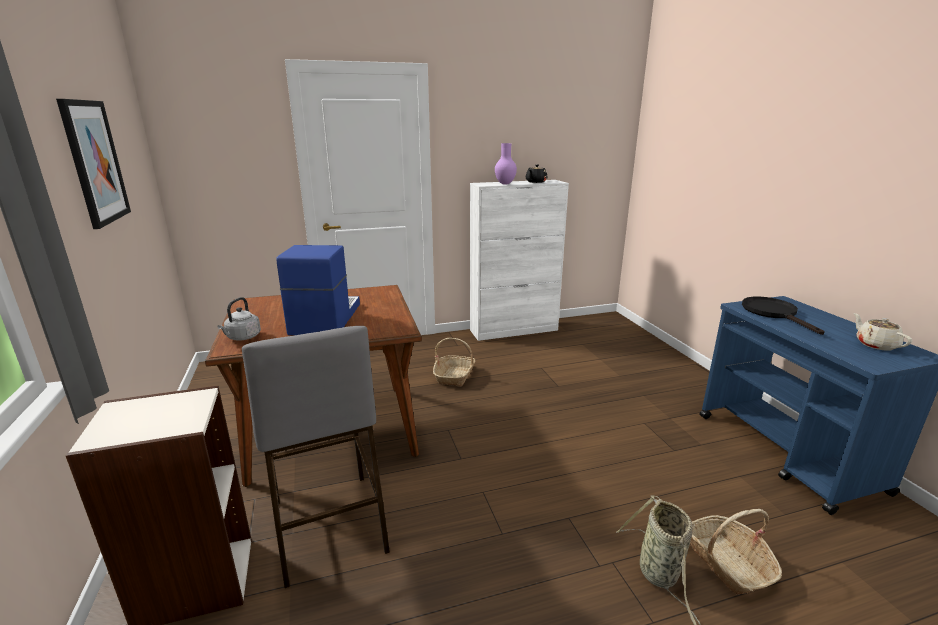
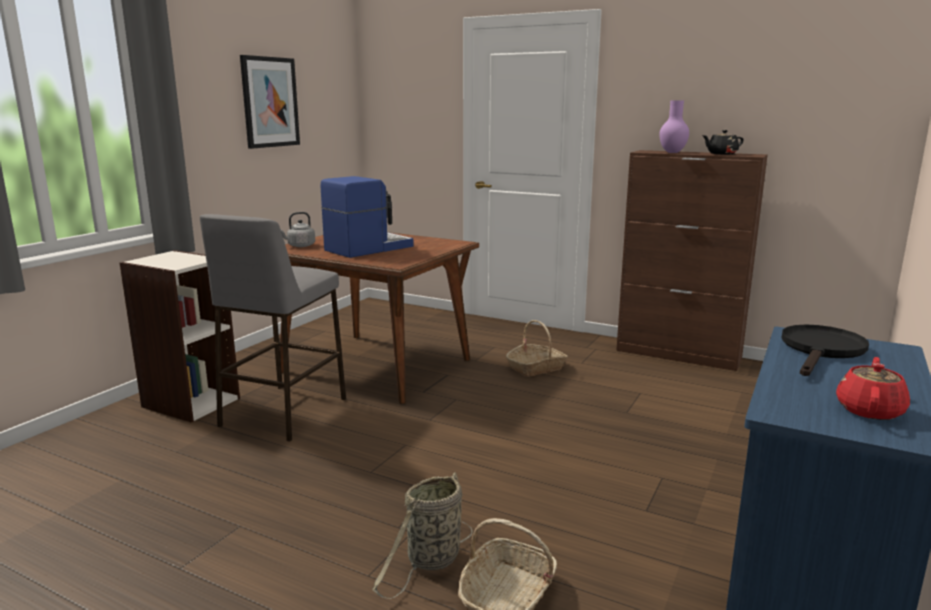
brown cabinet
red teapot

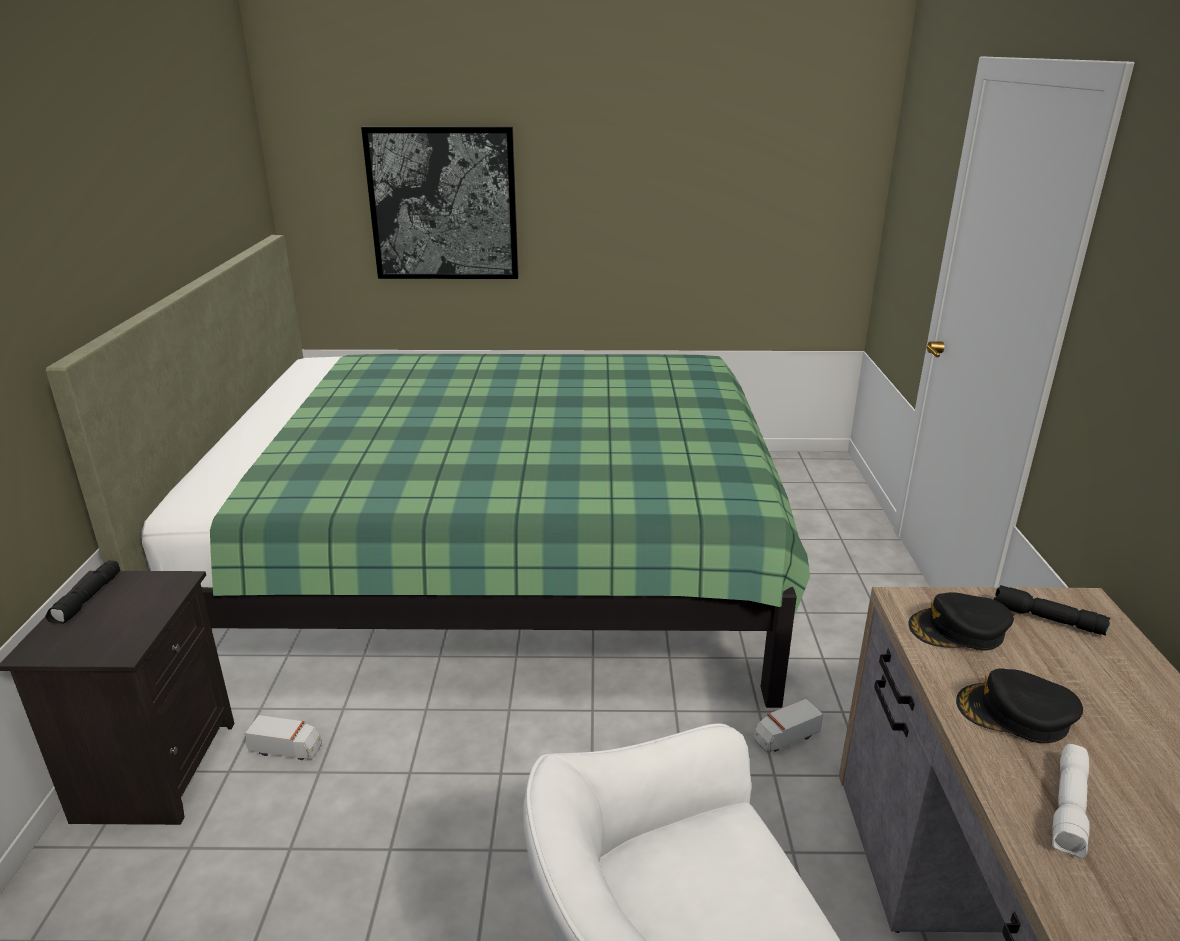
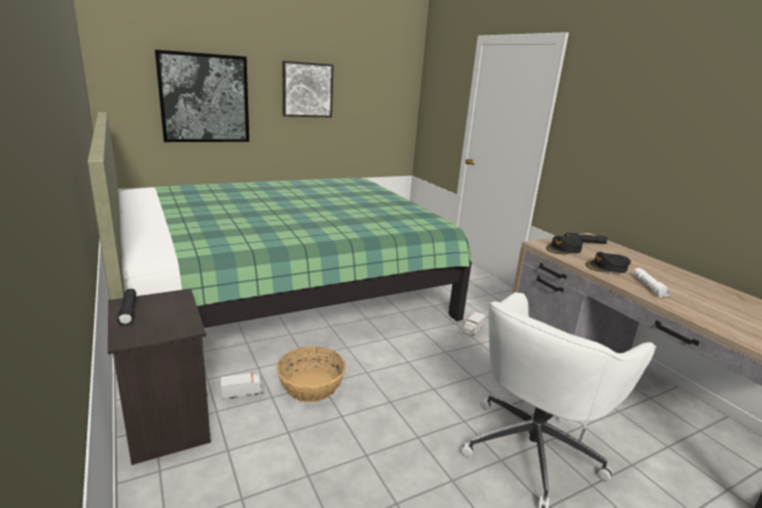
basket
picture (2nd from left)

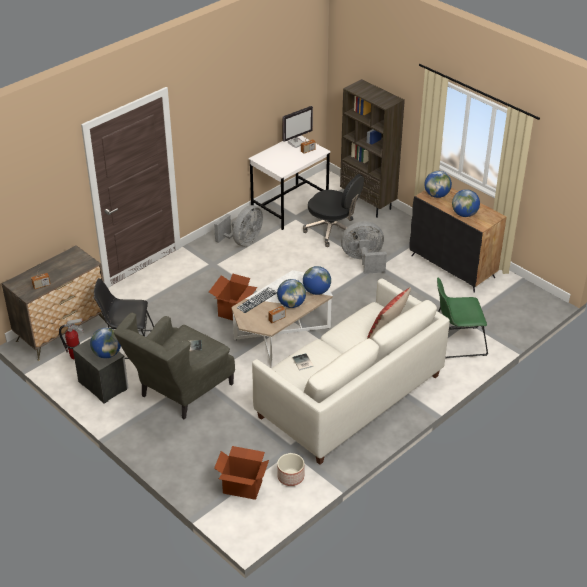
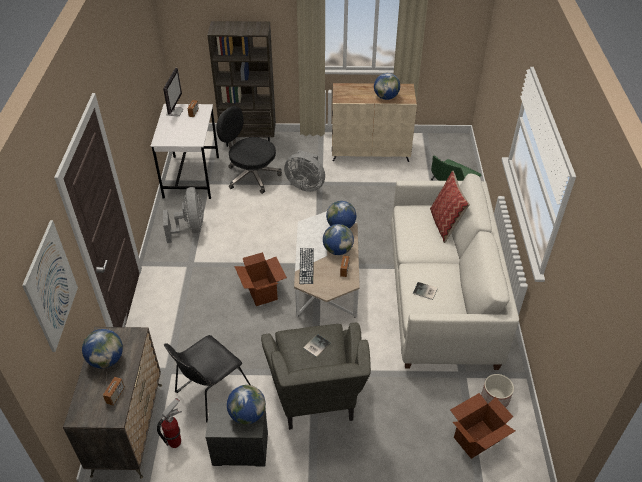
black office chair
grey fan (2nd from left)
beige cabinet
globe (1st from left)
picture

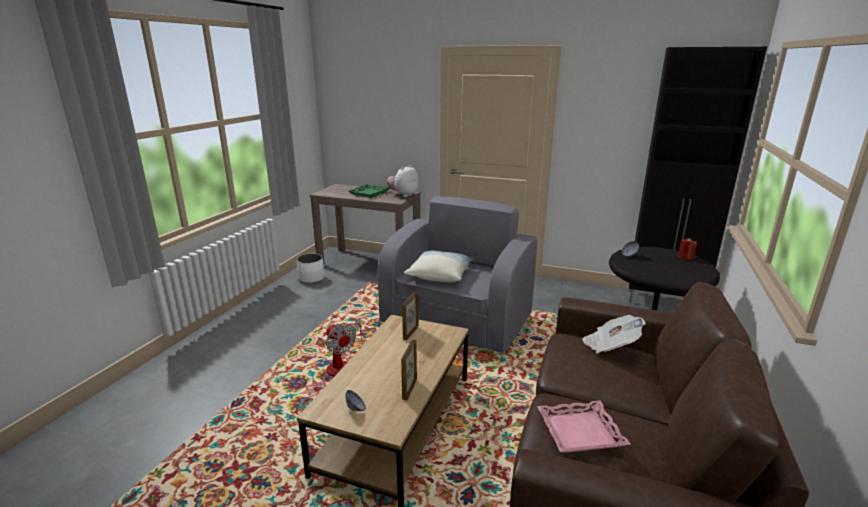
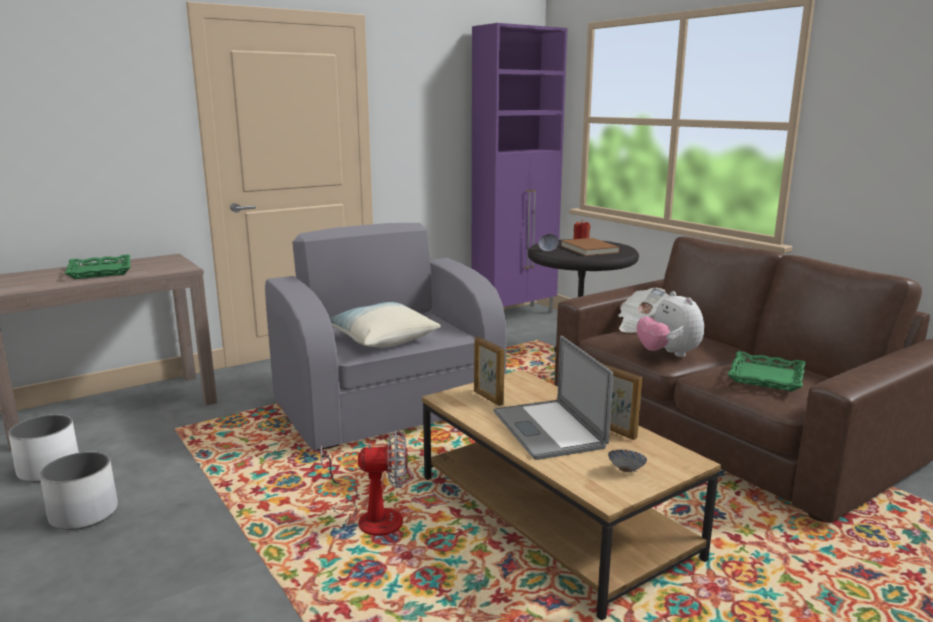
plush toy
green tray (2nd from left)
purple cabinet
white planter (2nd from left)
laptop
brown book

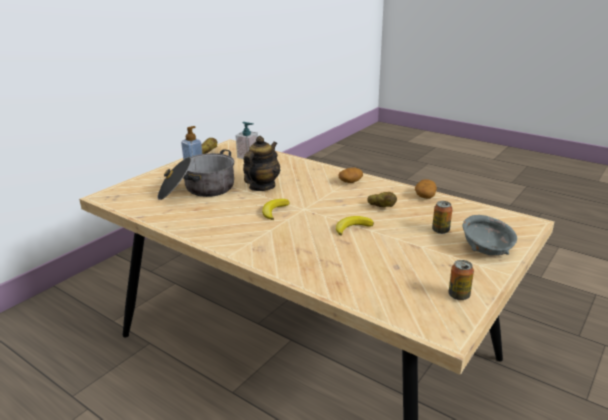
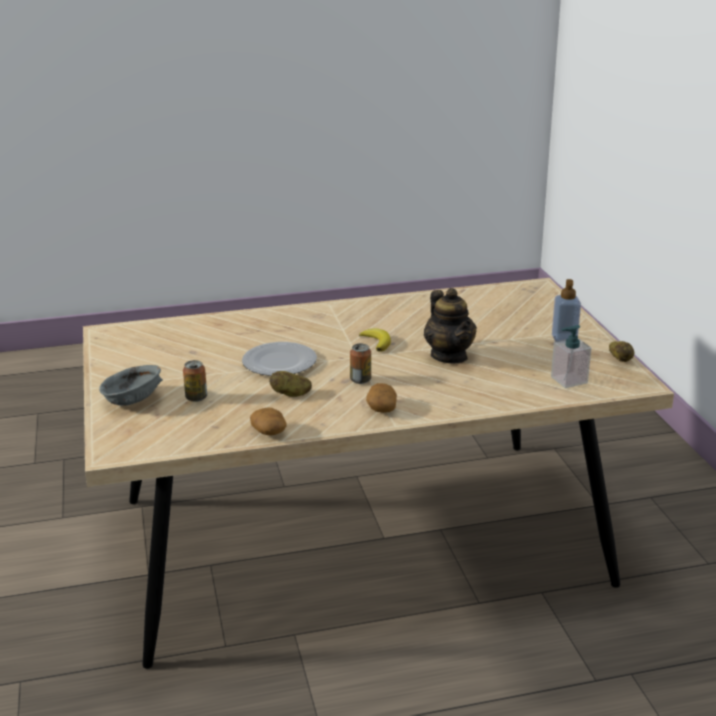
cooking pot
plate
can (2nd from left)

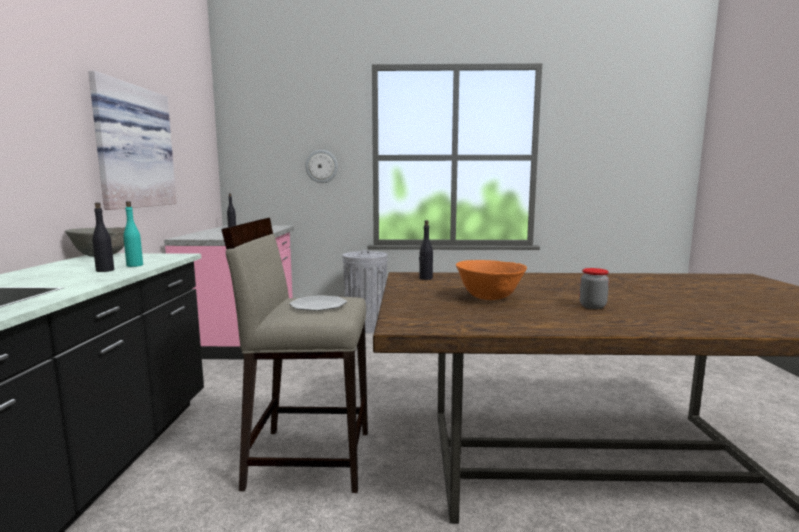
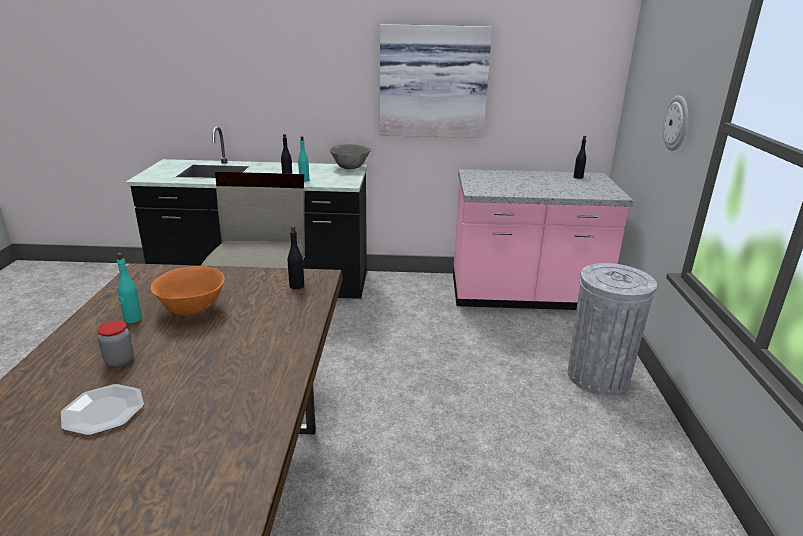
plate
turquoise bottle (1st from left)

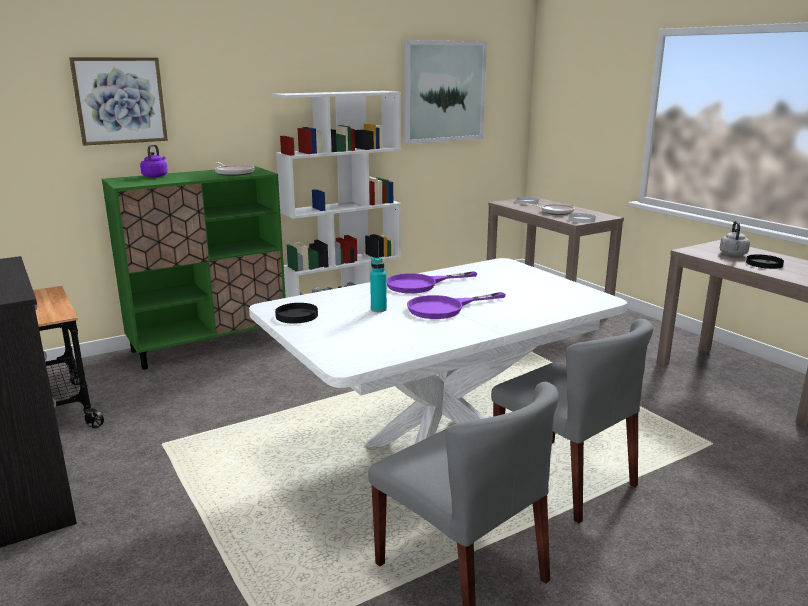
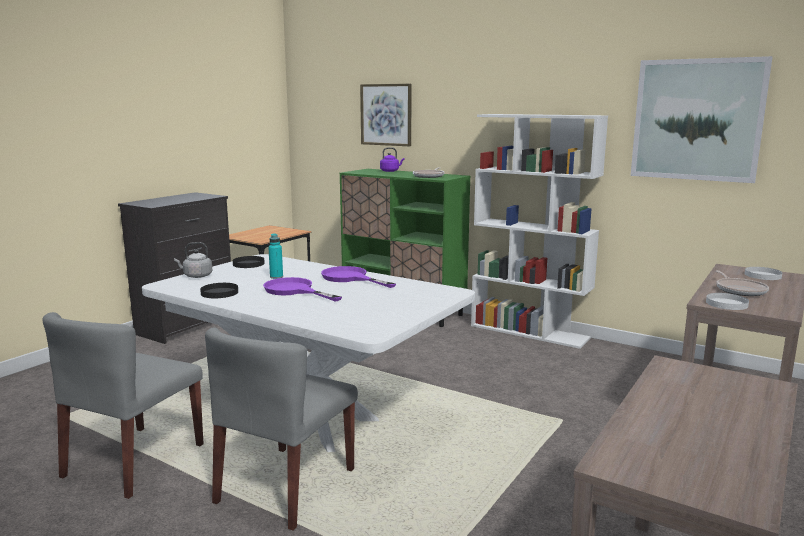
grey kettle
black plate (1st from left)

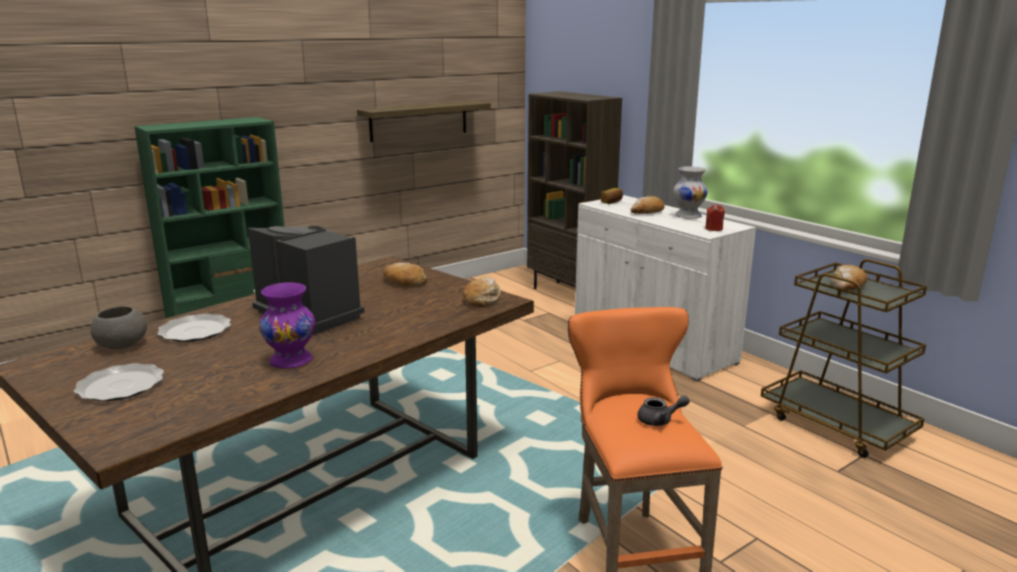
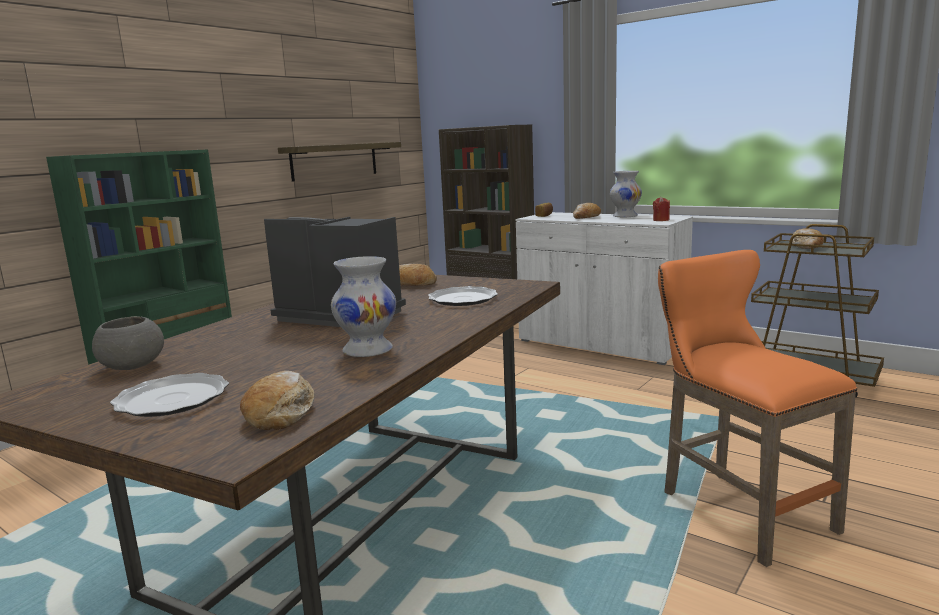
plate (2nd from left)
white vase (1st from left)
bread (1st from left)
grey teapot

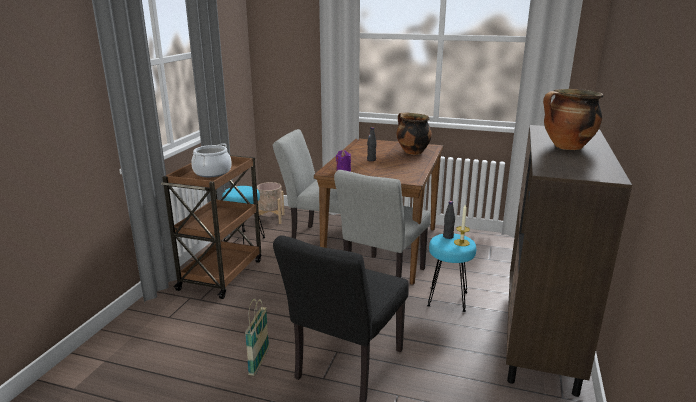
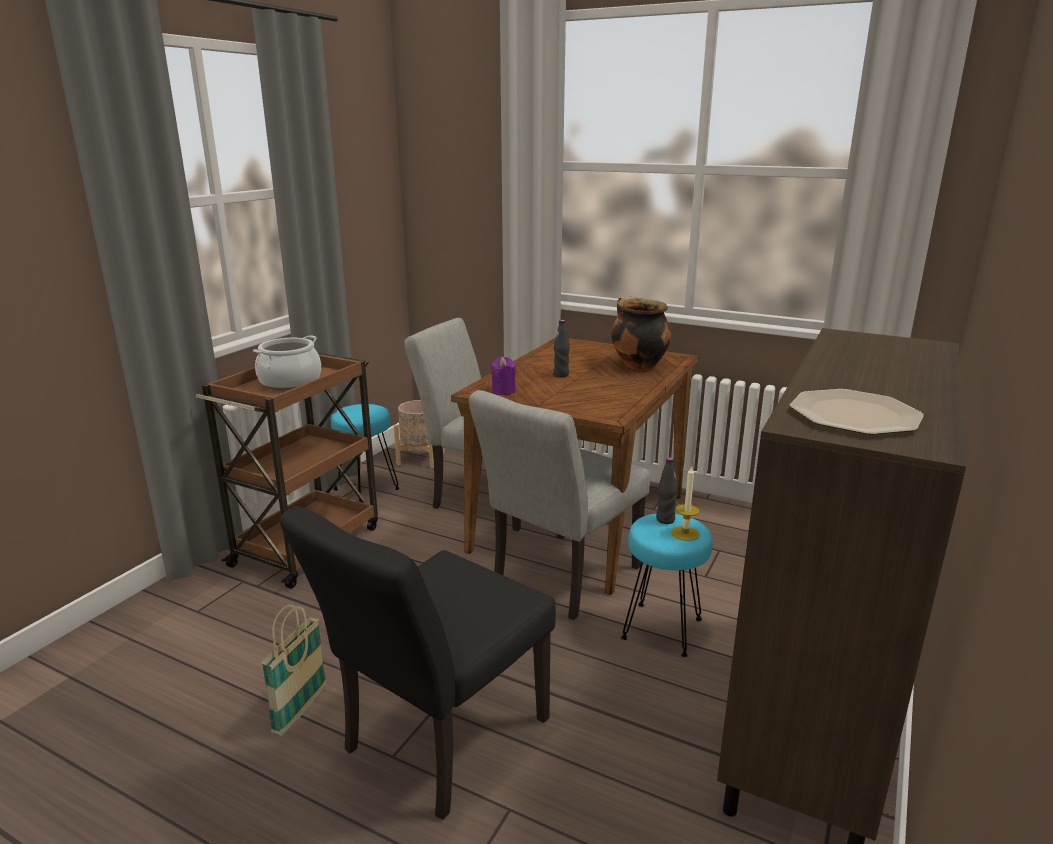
cooking pot (3rd from left in the first image)
plate

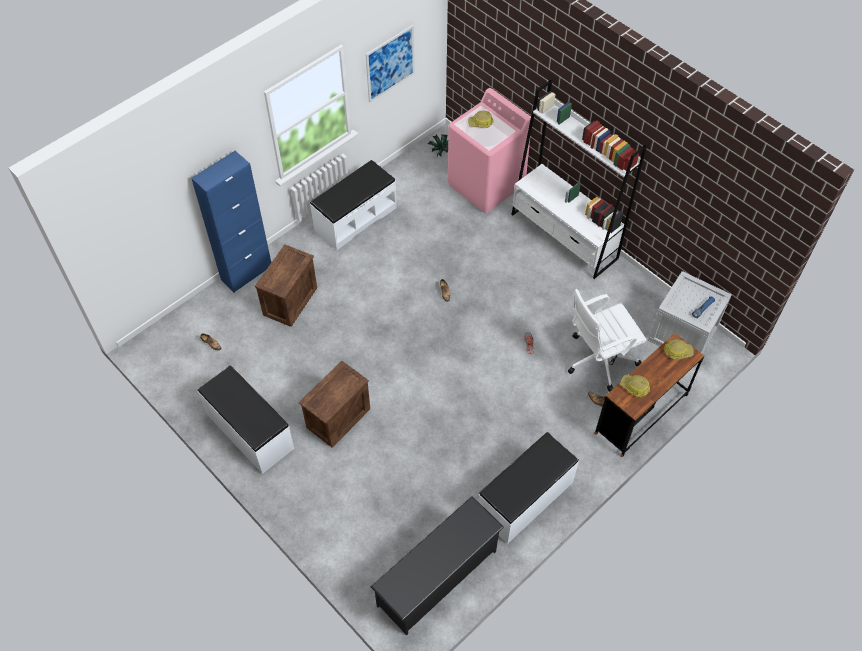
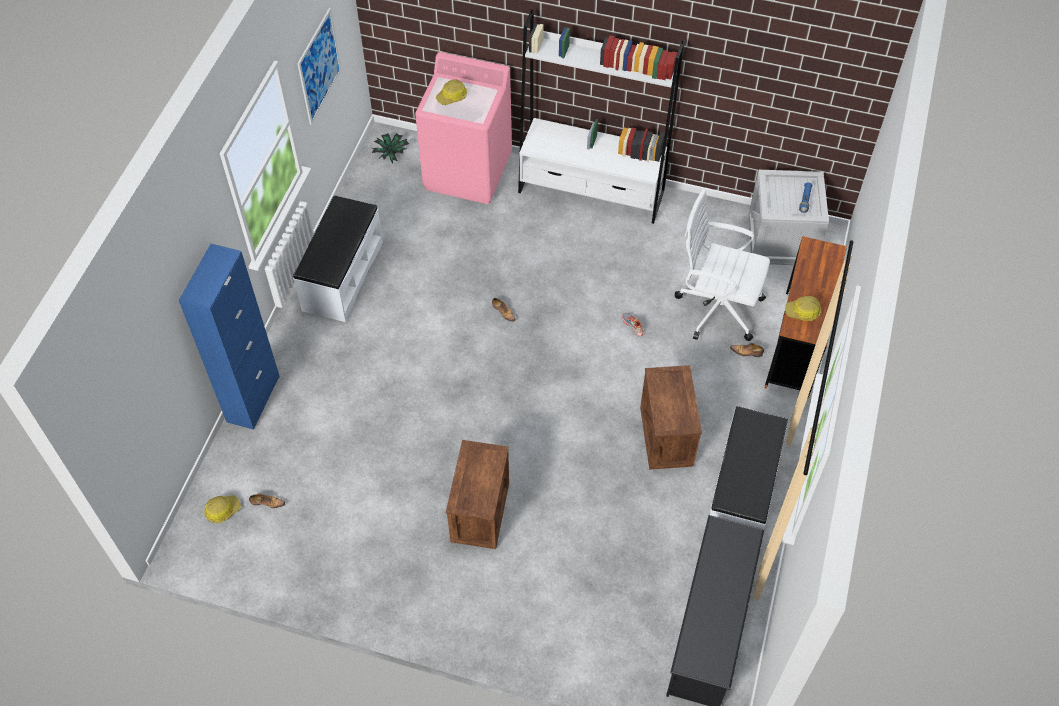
white bench (1st from left in the first image)
crate (2nd from left)
white office chair
hard hat (1st from left)

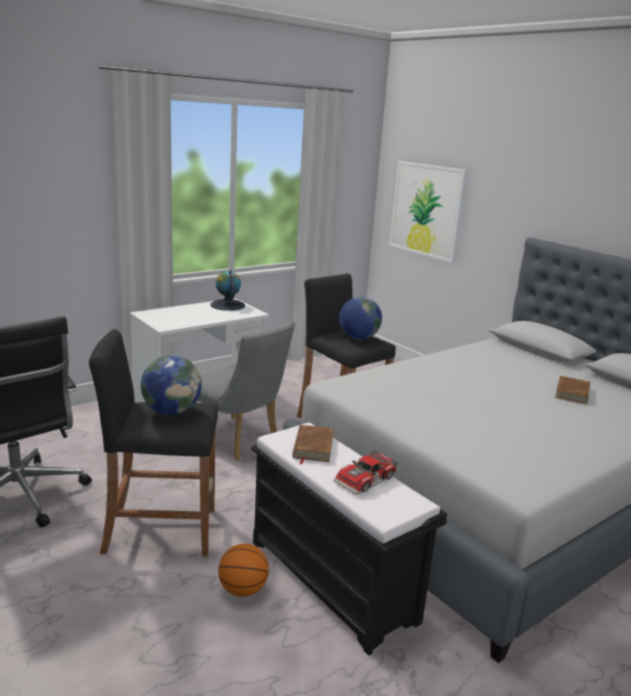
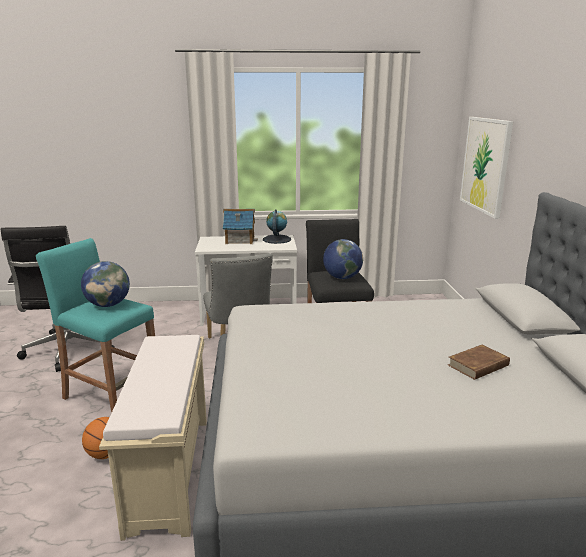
turquoise stool
beige bench
brown book (1st from left in the first image)
toy car
toy house

